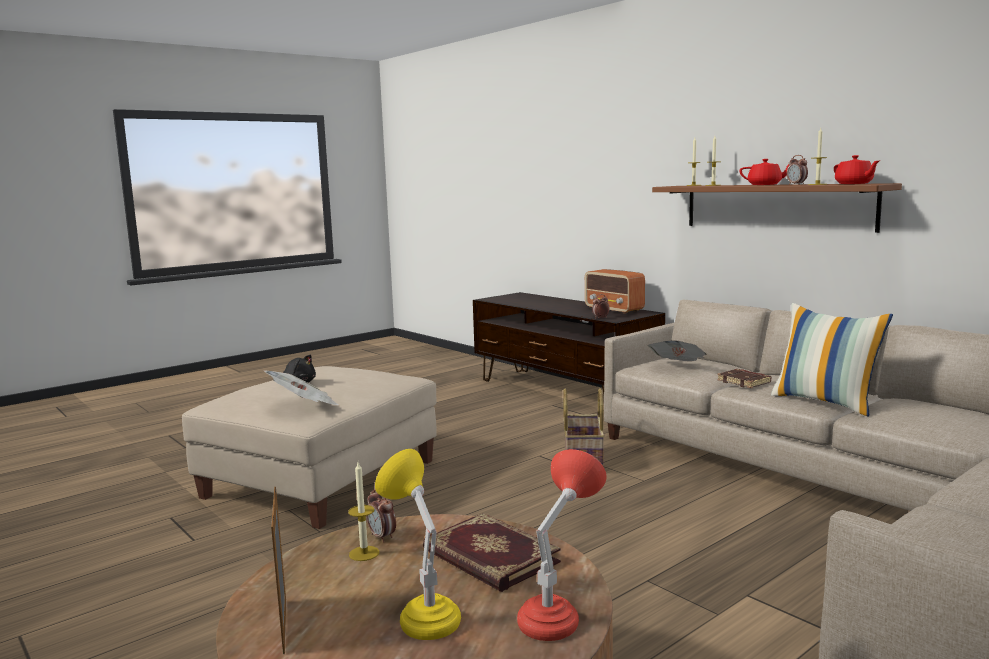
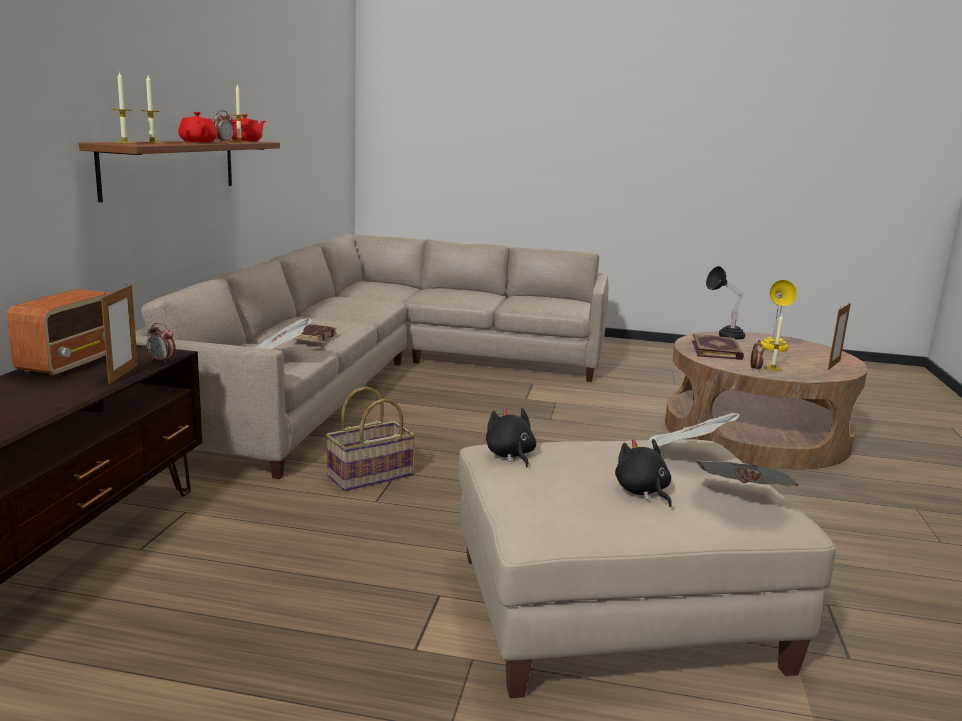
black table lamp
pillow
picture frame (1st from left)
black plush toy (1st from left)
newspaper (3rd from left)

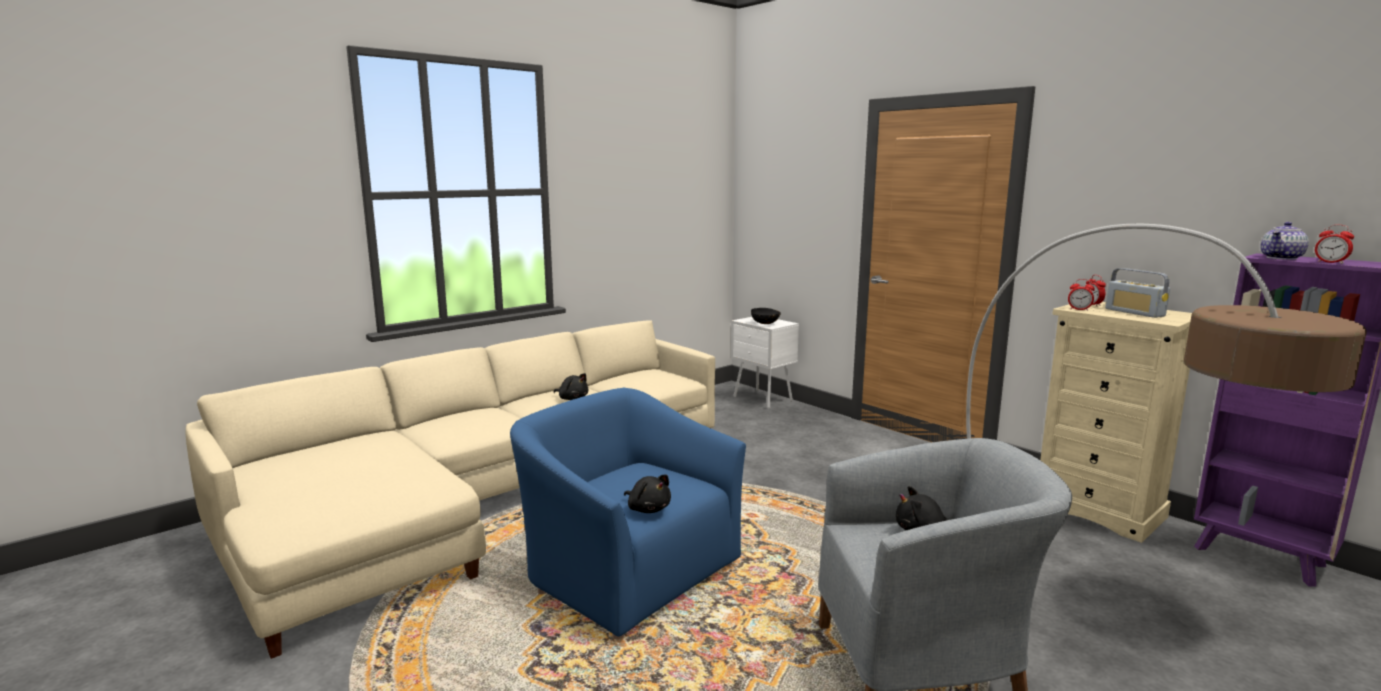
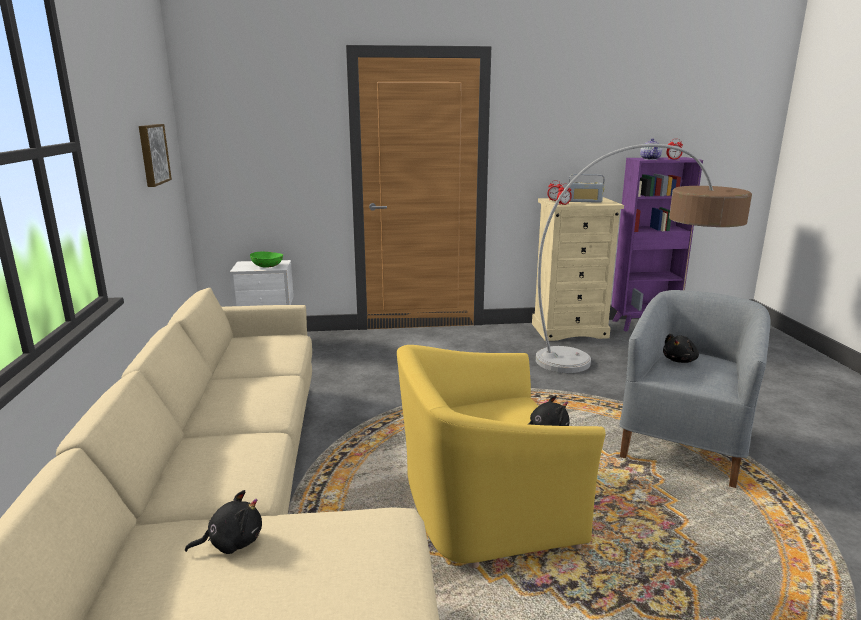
yellow armchair
black plush toy (1st from left)
green bowl
picture

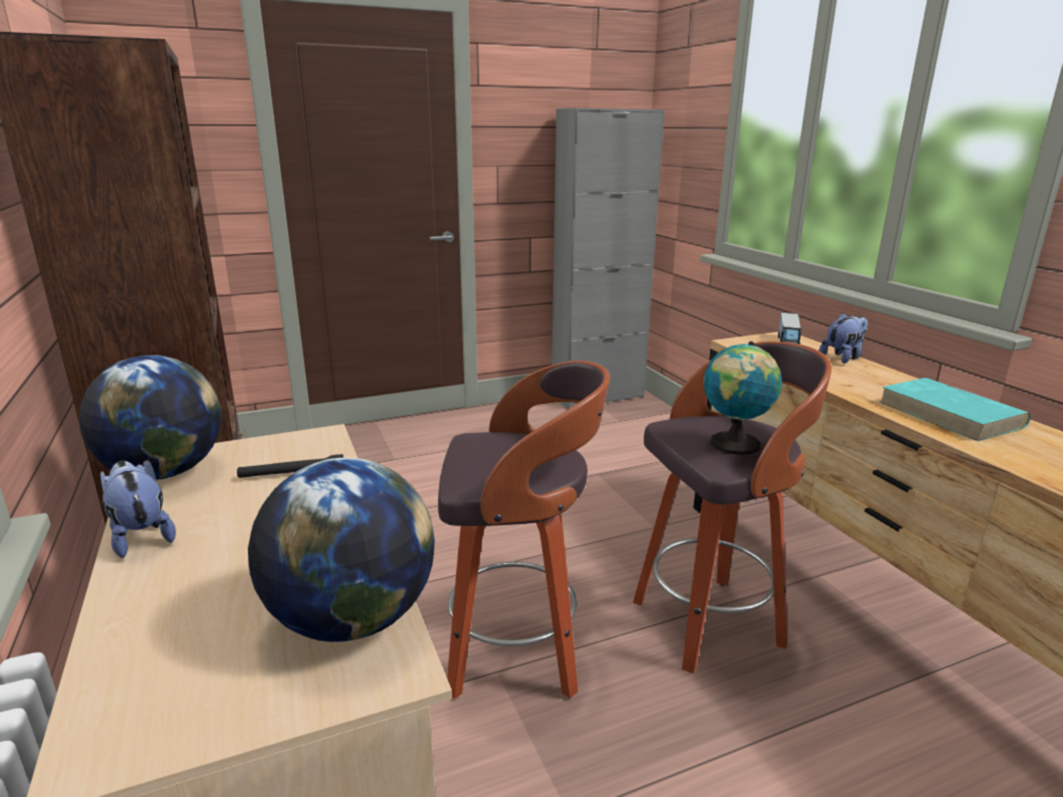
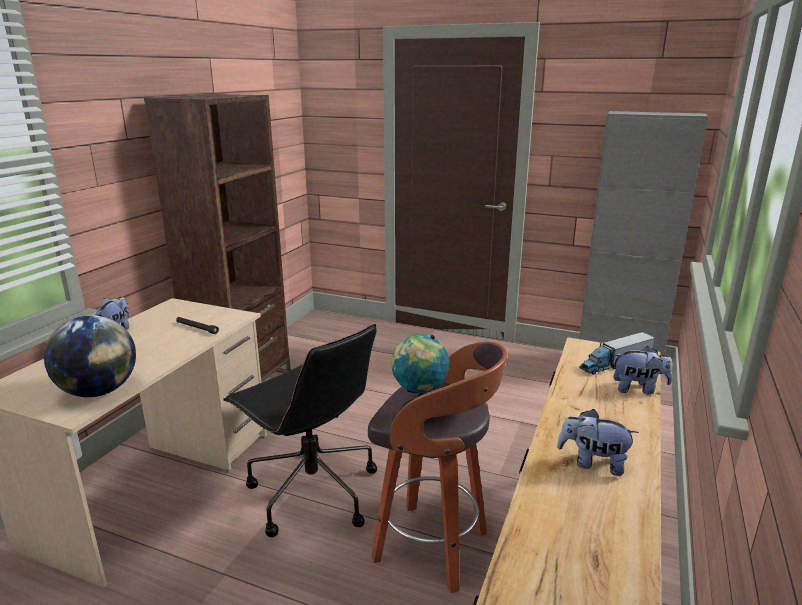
globe (1st from left in the first image)
black office chair
plush toy (2nd from left)

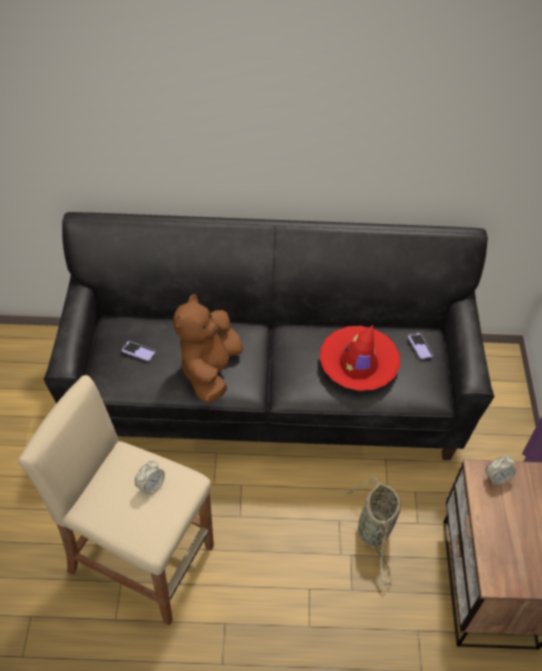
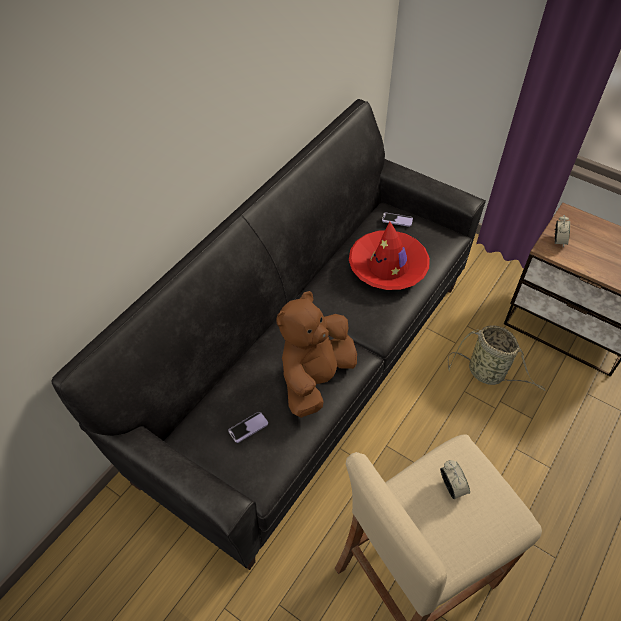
brown plush toy

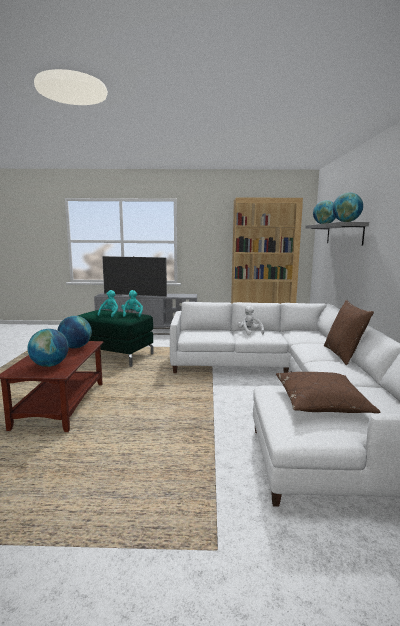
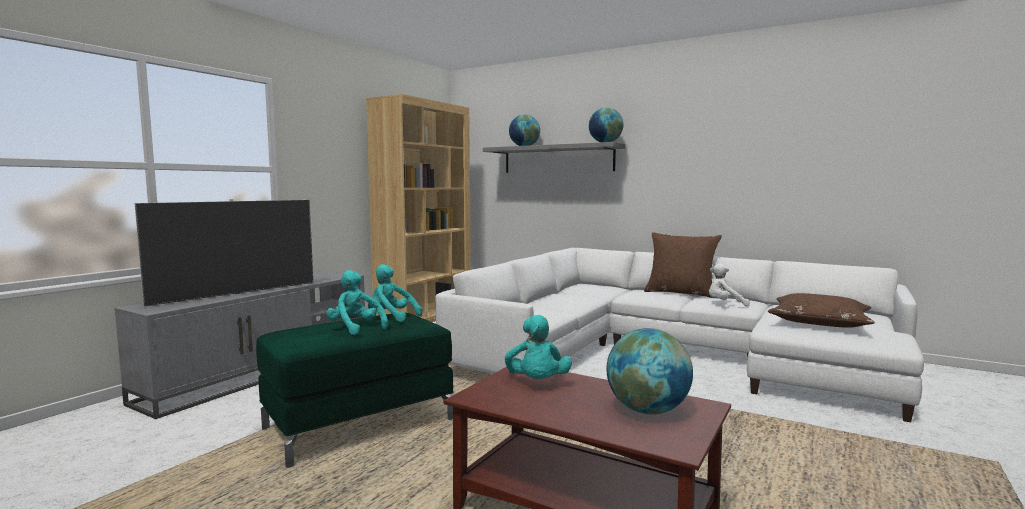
turquoise plush toy (3rd from left)
white plush toy

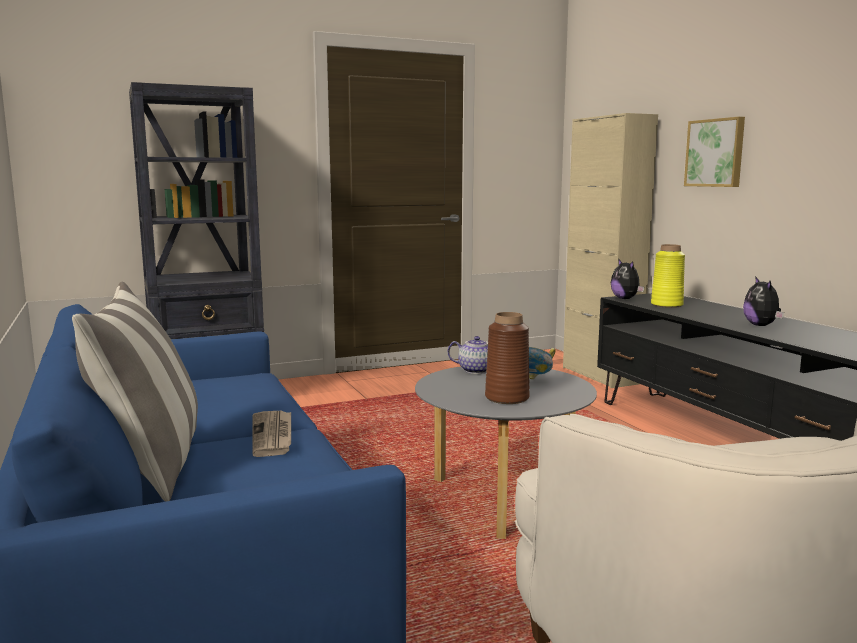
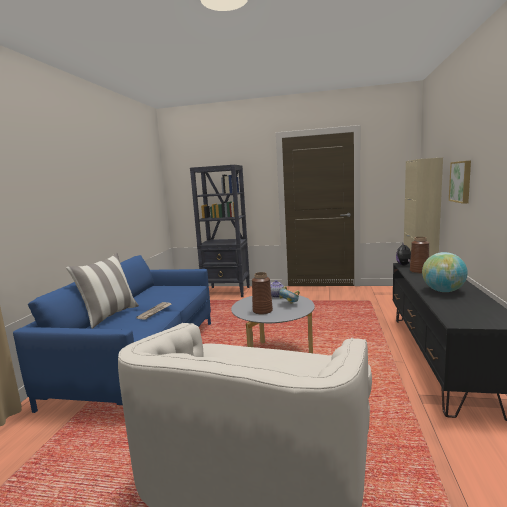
brown vase (2nd from left)
globe

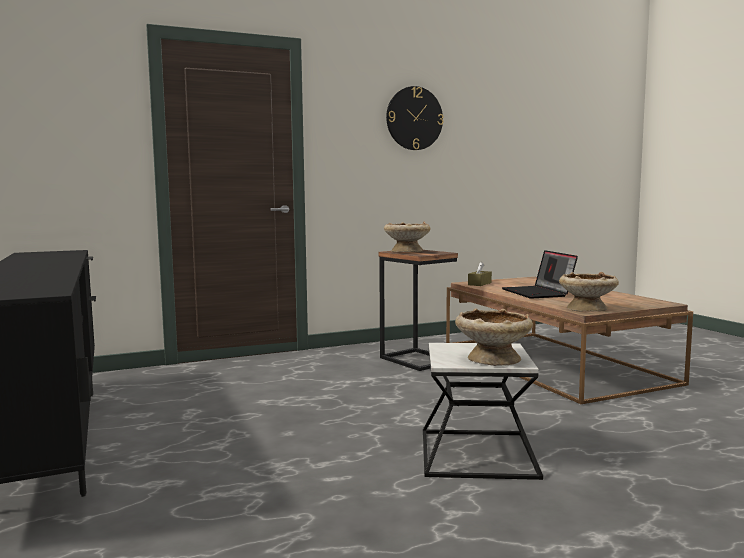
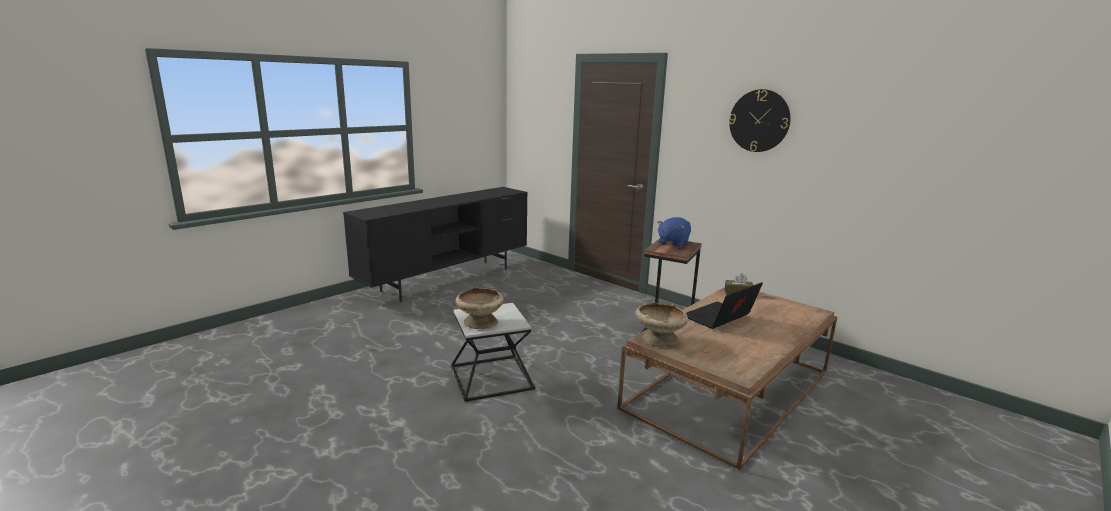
blue plush toy

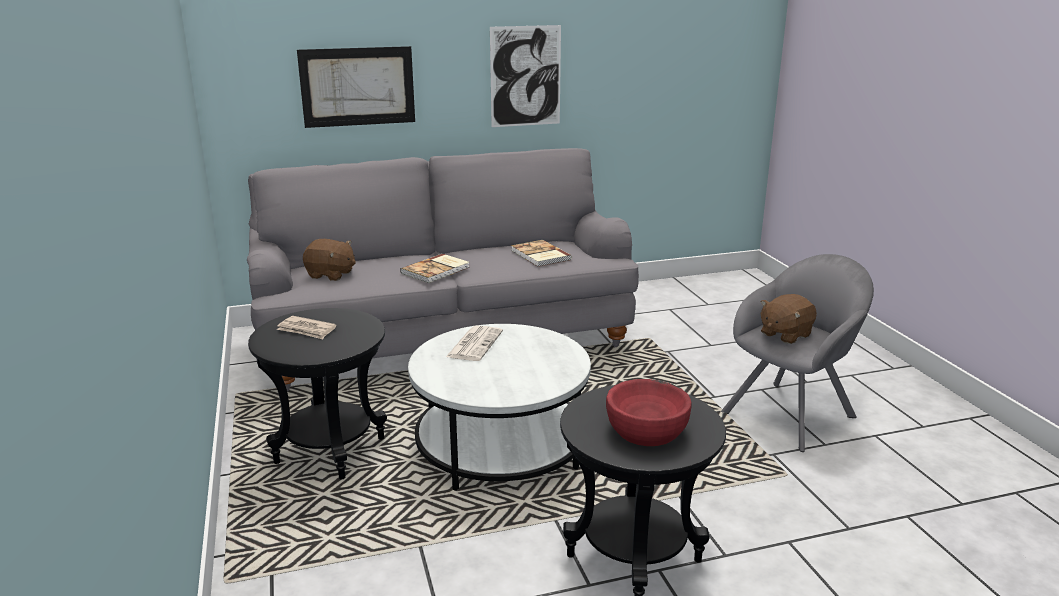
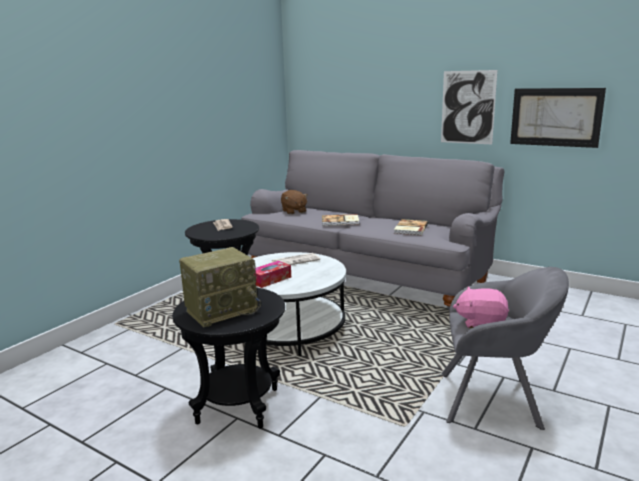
picture (2nd from left)
radio
pink plush toy
tissue box

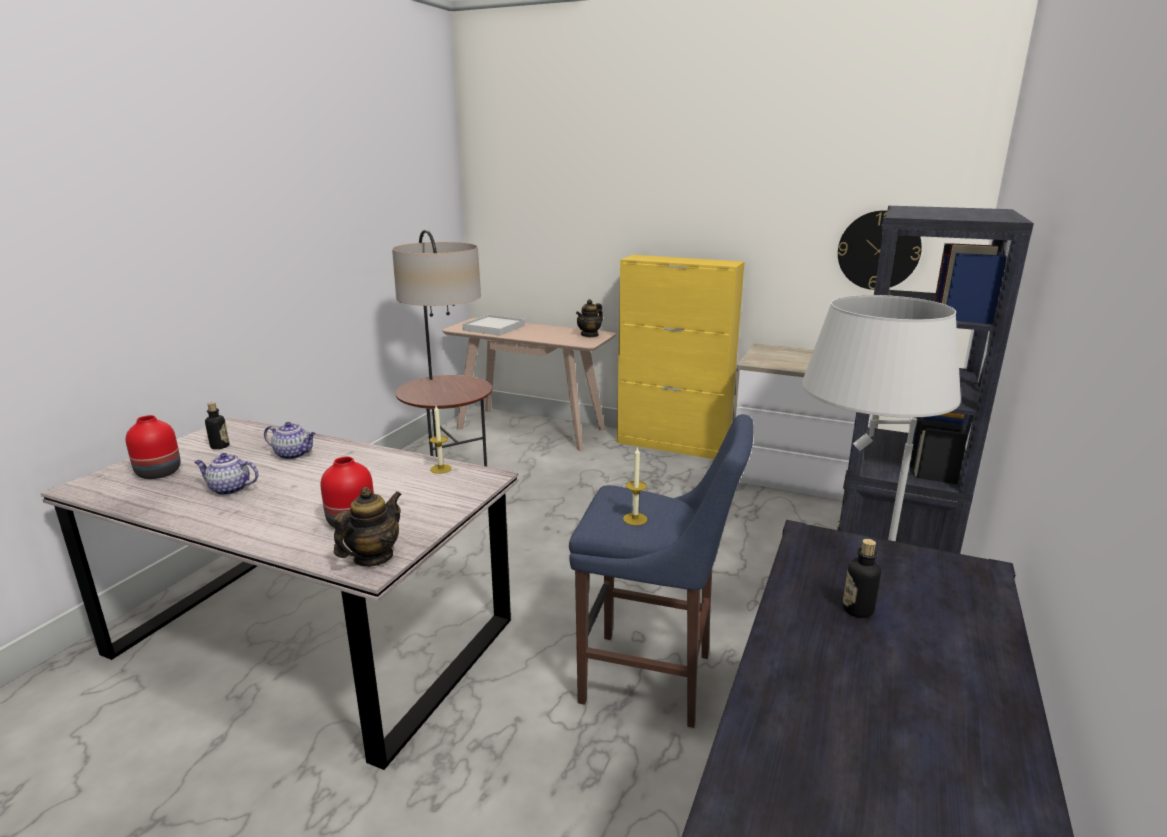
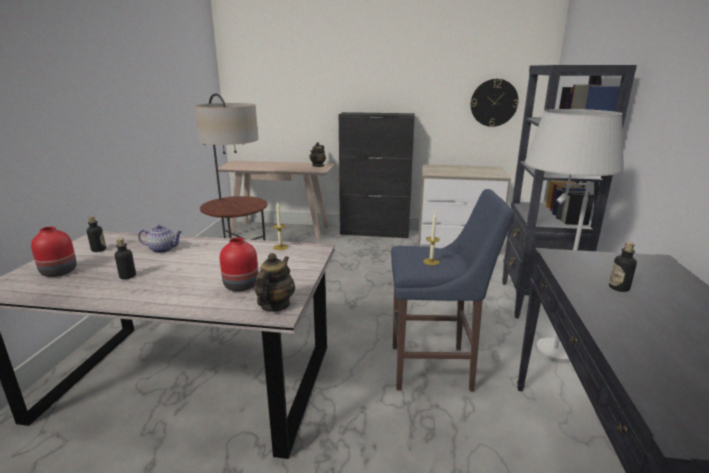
bottle (2nd from left)
white tray
black cabinet

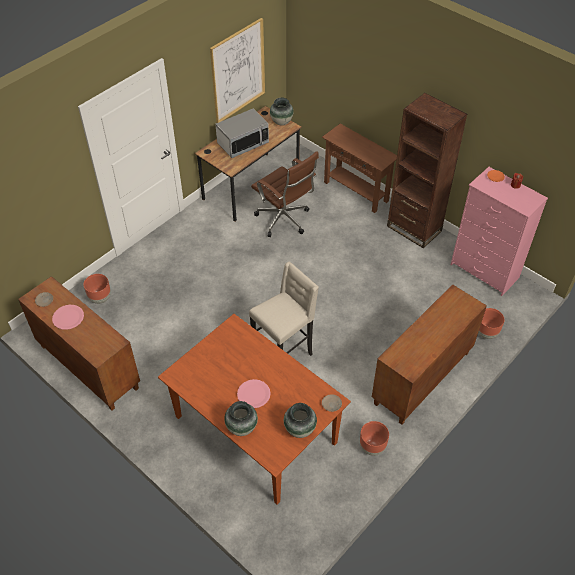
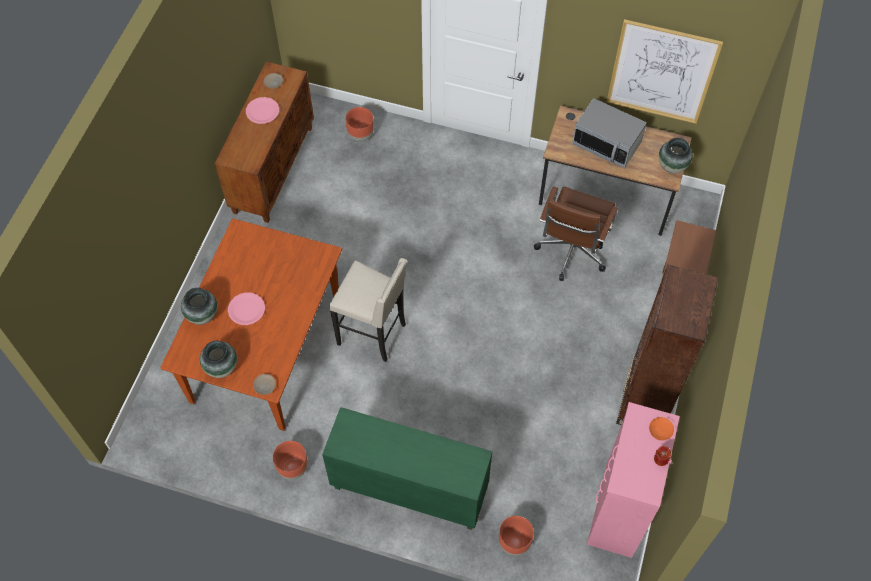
green cabinet

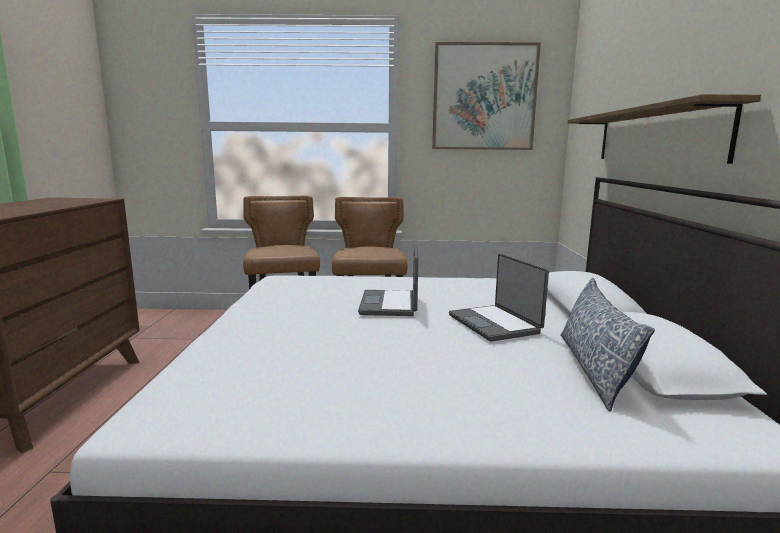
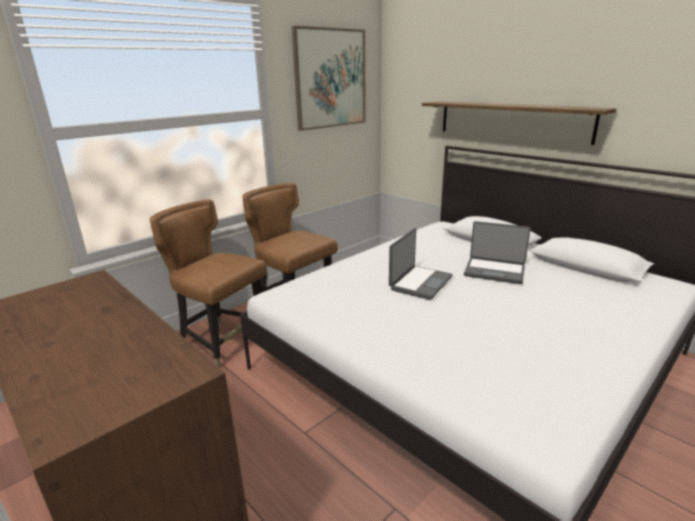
laptop (1st from left)
pillow

